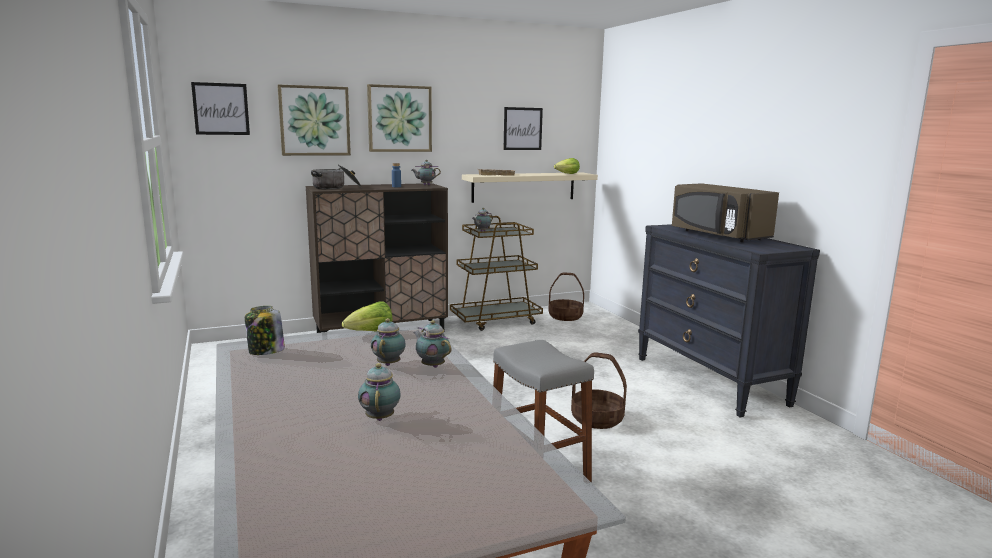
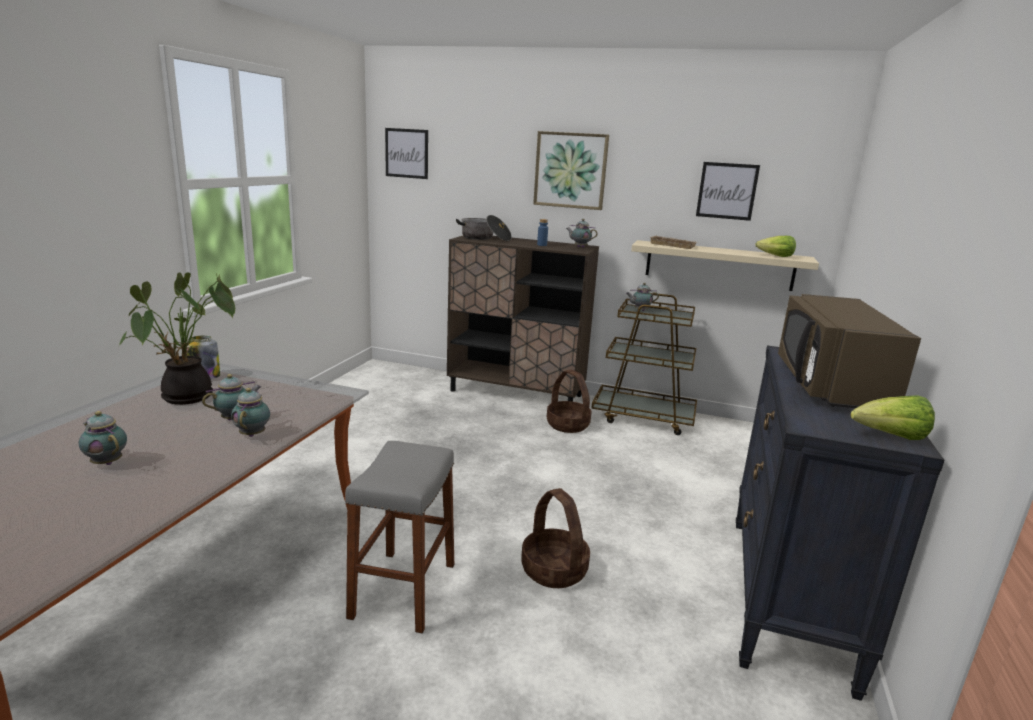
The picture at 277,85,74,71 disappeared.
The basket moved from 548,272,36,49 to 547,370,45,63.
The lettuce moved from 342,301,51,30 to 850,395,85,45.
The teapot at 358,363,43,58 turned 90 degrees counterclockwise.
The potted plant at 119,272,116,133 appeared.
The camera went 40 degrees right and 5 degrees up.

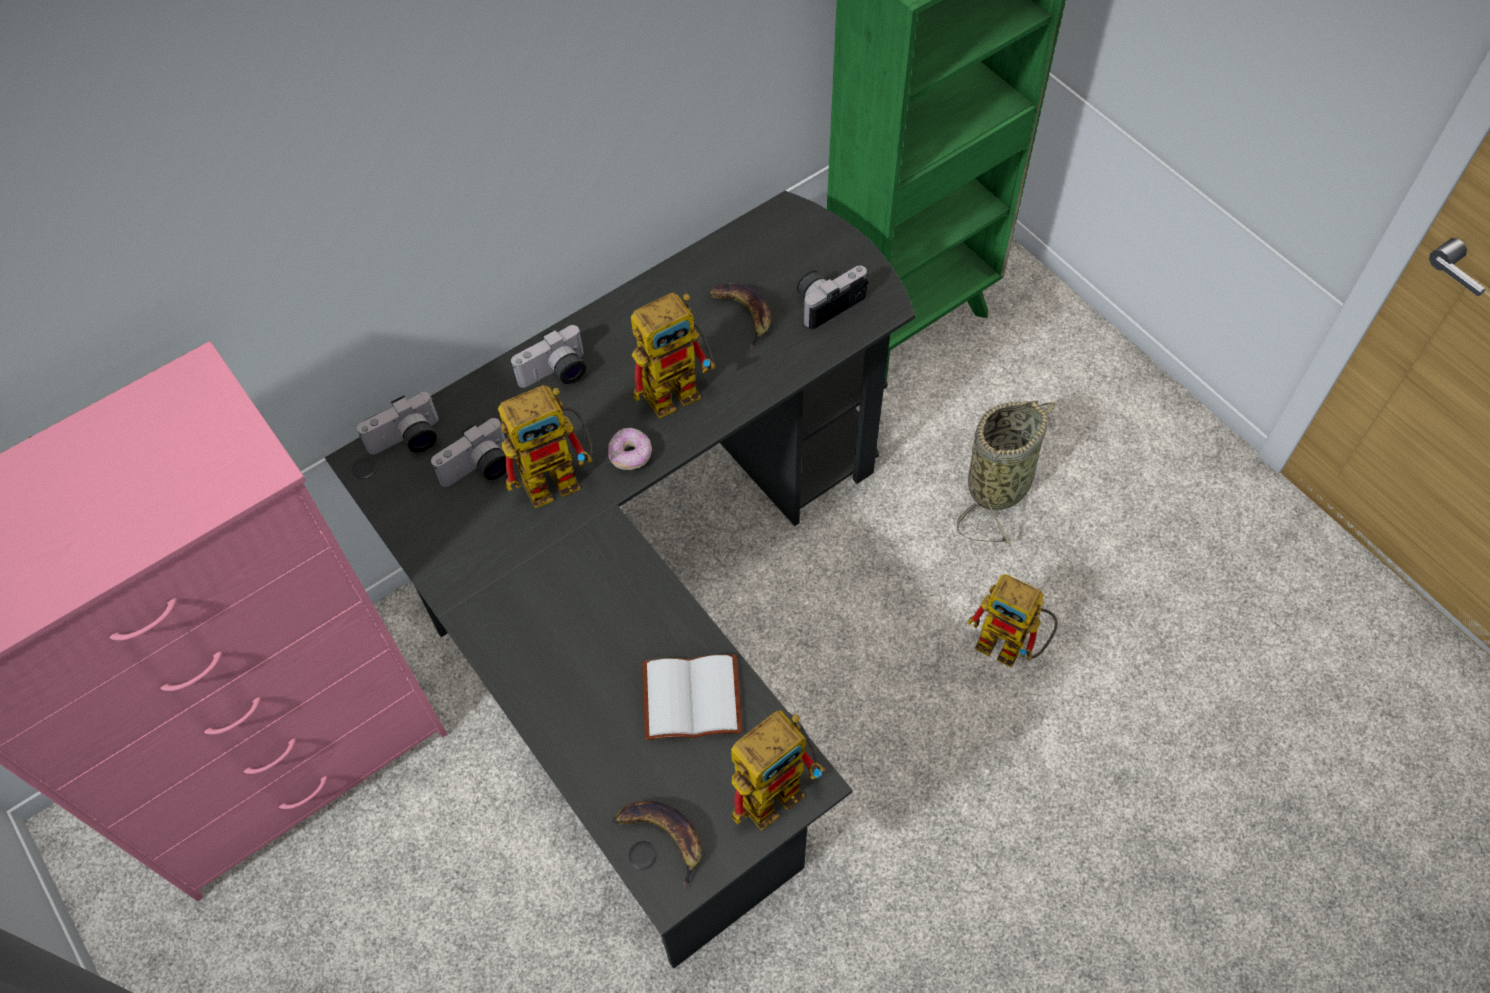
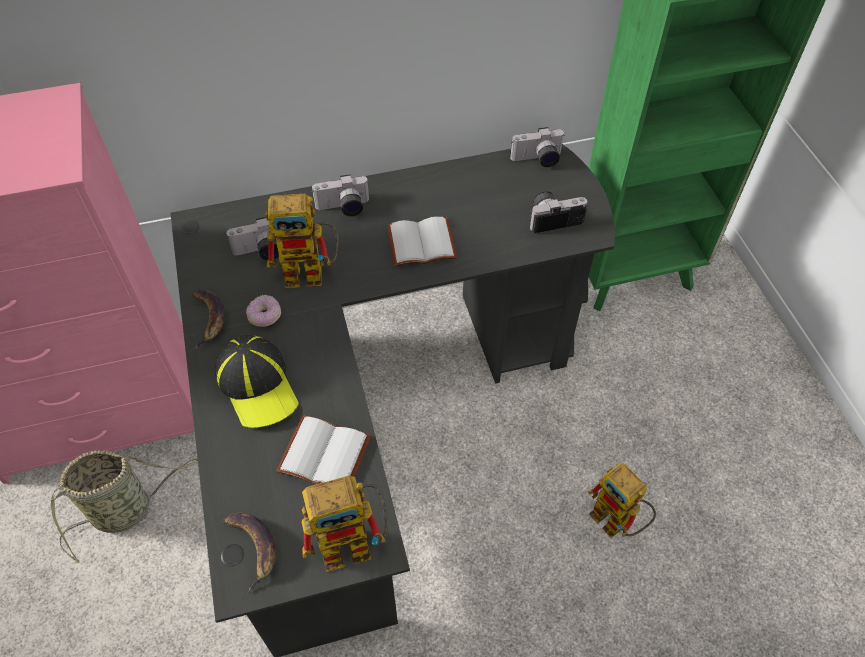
The banana moved from 707,283,64,67 to 192,290,33,59.
The toy robot at 631,292,85,126 was replaced by the book in white at 387,217,70,49.
The photo camera moved from 357,392,81,63 to 510,127,55,40.
The basket moved from 957,400,98,143 to 51,450,147,114.
The donut moved from 608,428,44,42 to 246,295,35,32.
The cap at 215,335,84,93 appeared.
The camera went 20 degrees right and 5 degrees down.

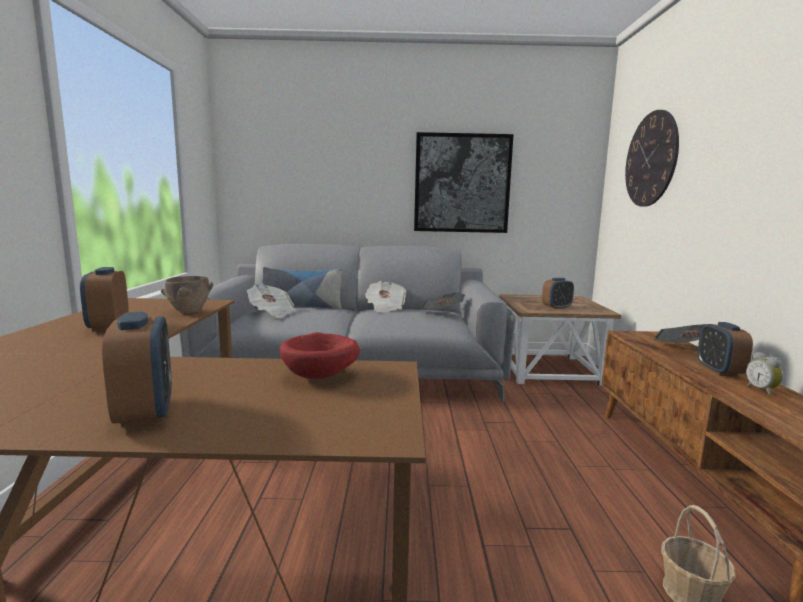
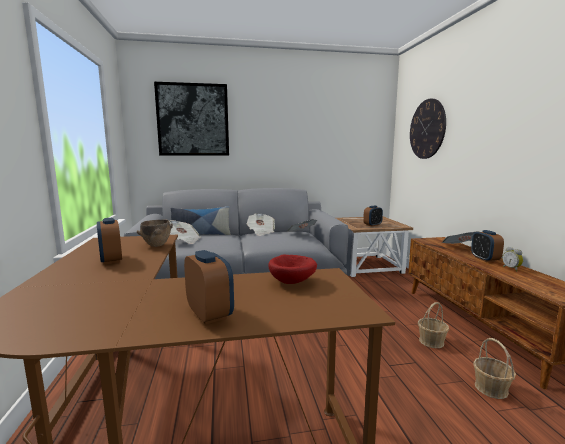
The picture moved from 414,132,100,101 to 154,82,75,74.
The basket at 418,302,31,46 appeared.
The camera went 10 degrees left and 0 degrees up.

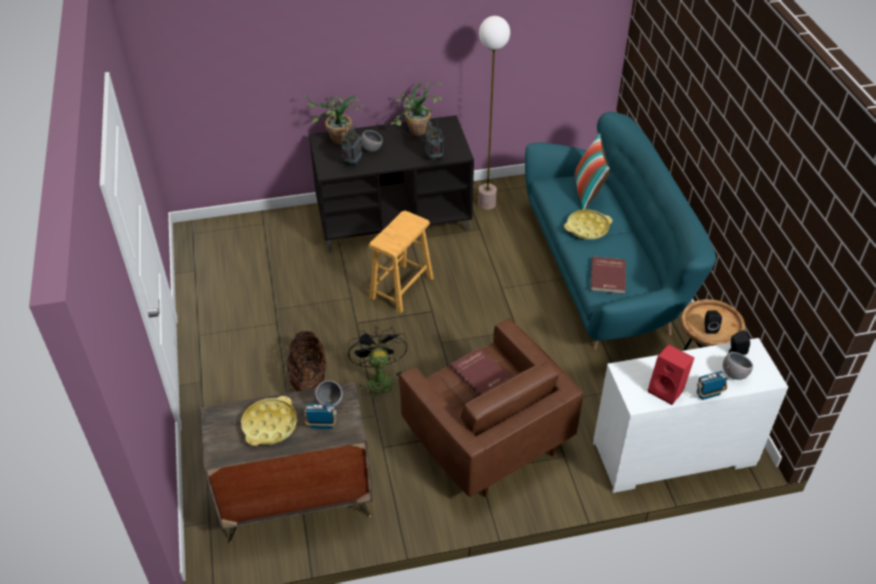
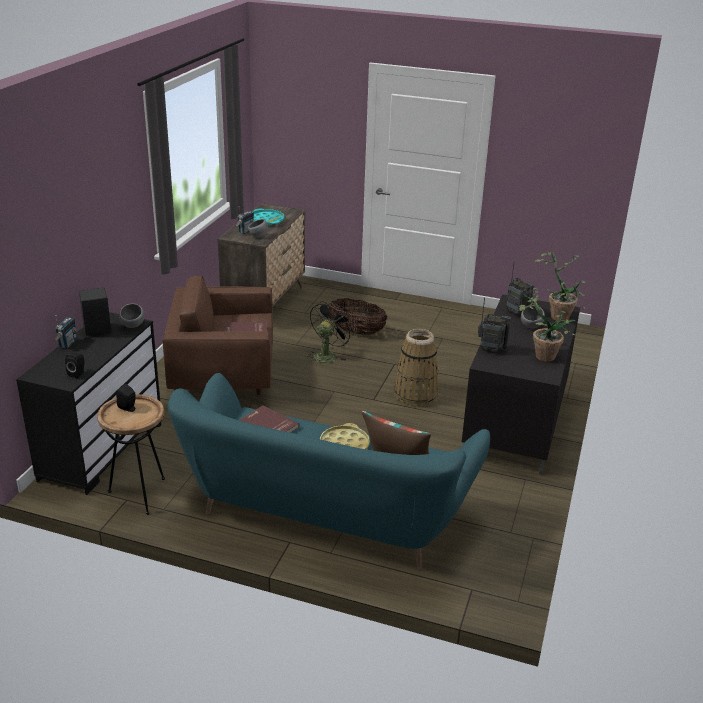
The floor lamp at 478,16,32,194 disappeared.
The stool in brown at 369,211,65,102 was replaced by the basket at 394,329,44,78.
The fan in black at 348,326,59,75 turned 75 degrees counterclockwise.
The dresser in white at 593,338,195,155 became the dresser in black at 16,312,144,183.
The speaker in red at 648,344,46,61 became the speaker in black at 79,288,32,48.
The bowl in grey moved from 723,352,30,28 to 119,303,25,25.
The tray in yellow at 241,396,56,50 became the tray in turquoise at 253,209,31,17.
The camera went 120 degrees right and 15 degrees down.

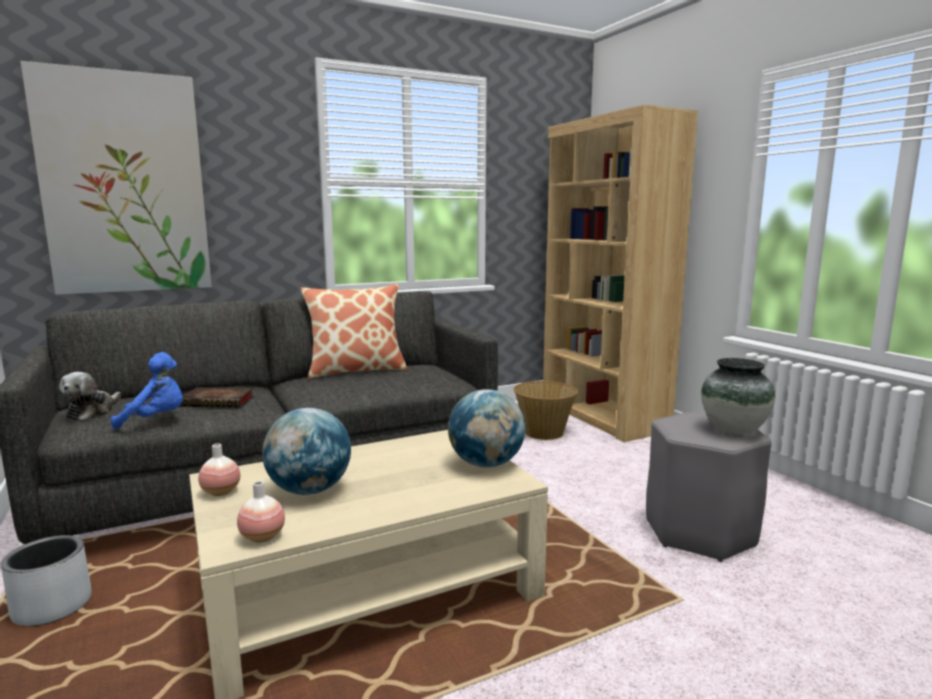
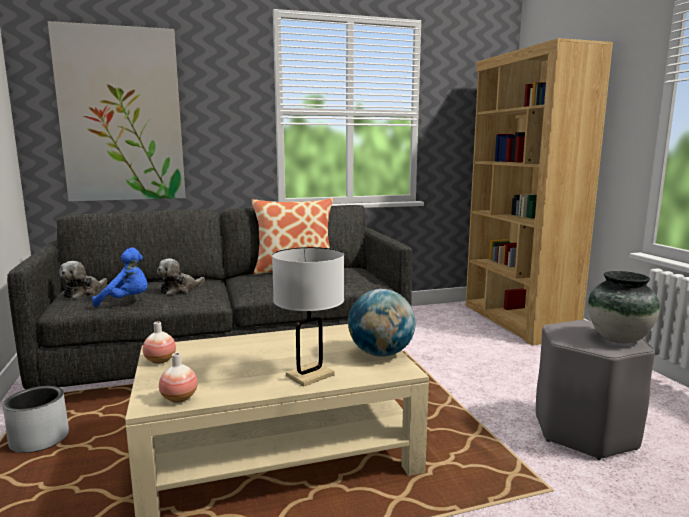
The basket at 513,381,65,59 disappeared.
The book at 179,387,75,21 was replaced by the plush toy at 157,258,48,37.
The globe at 262,408,89,87 disappeared.
The table lamp in white at 272,247,72,139 appeared.
The camera went 10 degrees right and 0 degrees up.

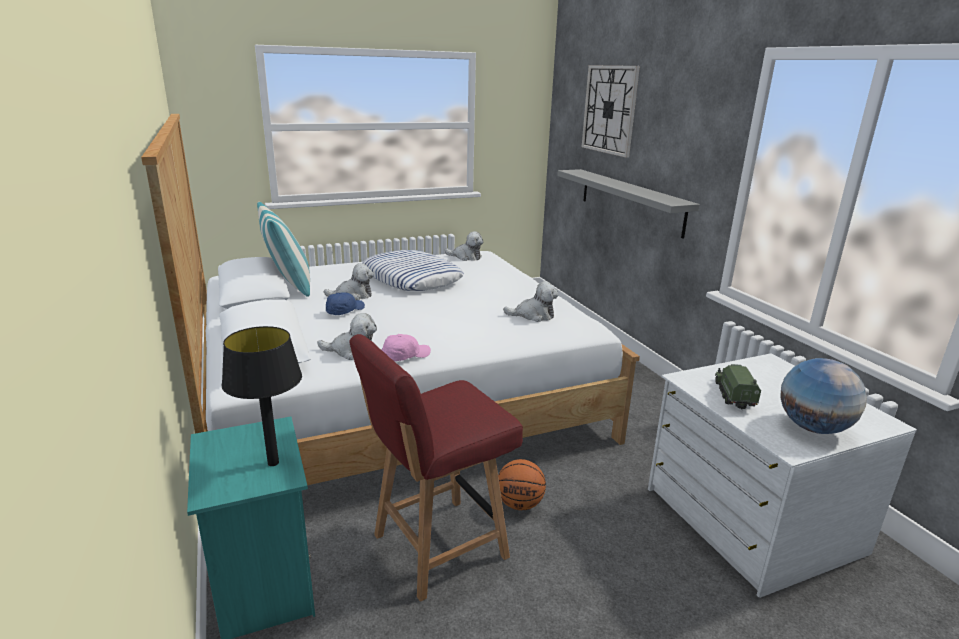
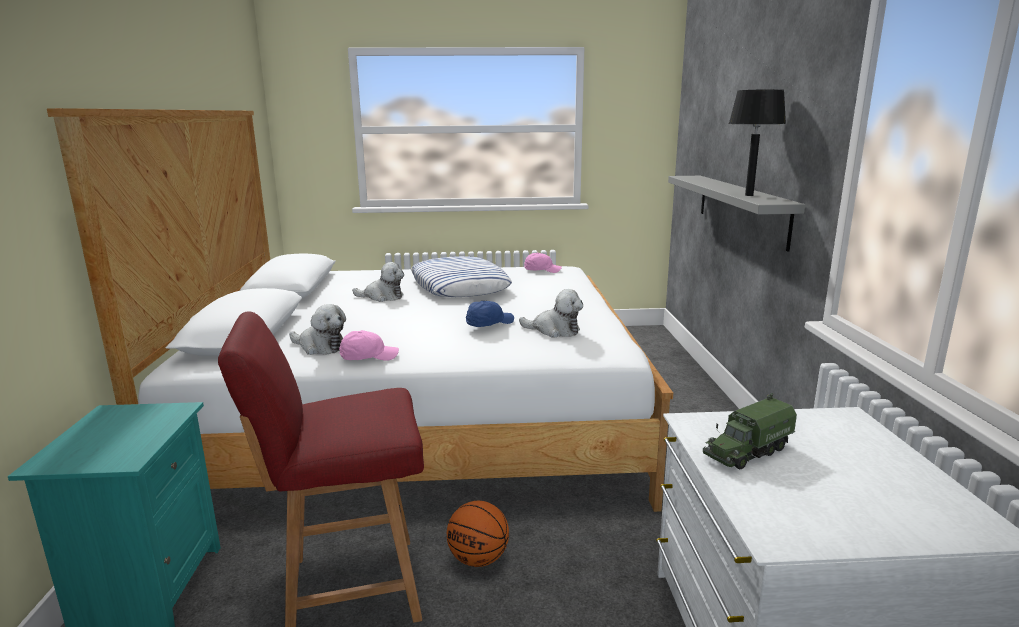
The wall clock at 582,65,58,93 disappeared.
The pillow at 257,202,53,95 disappeared.
The plush toy at 445,231,38,30 was replaced by the cap in pink at 524,253,38,20.
The cap in blue moved from 326,292,39,23 to 466,301,48,26.
The table lamp in black moved from 221,326,81,140 to 729,89,57,107.
The globe at 781,358,86,76 disappeared.
The toy truck at 715,364,46,46 turned 150 degrees counterclockwise.
The camera went 20 degrees right and 5 degrees down.

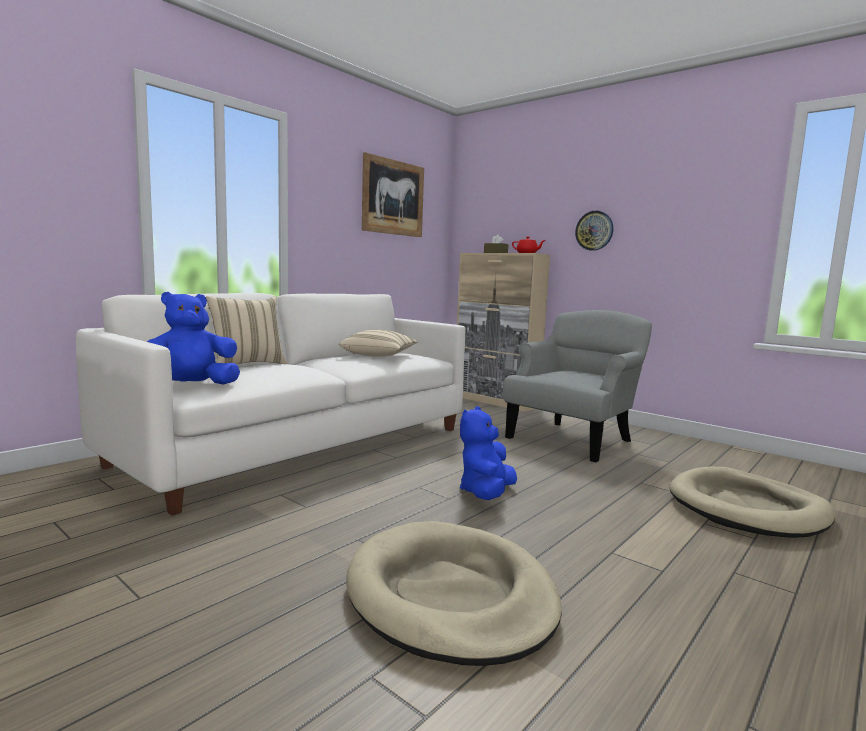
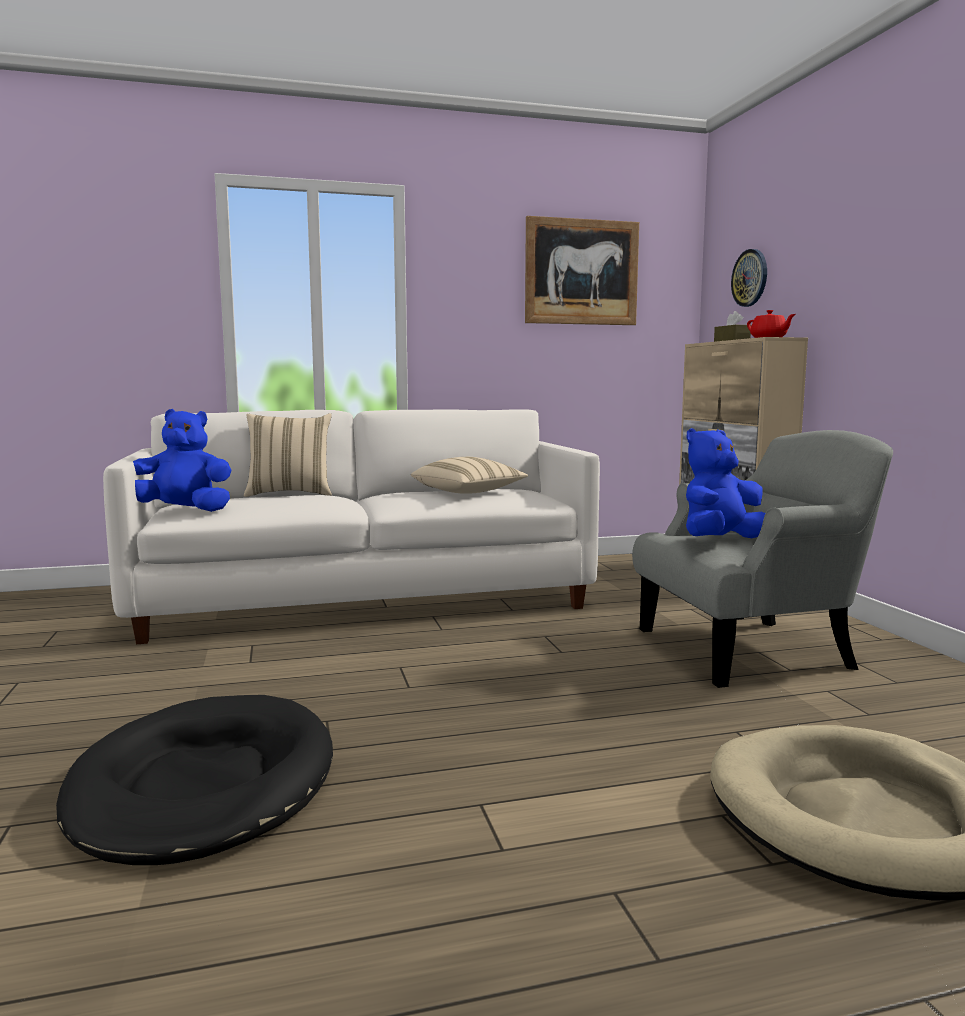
The wall clock moved from 575,211,38,40 to 731,249,36,58.
The plush toy in blue moved from 460,406,57,94 to 686,428,79,110.
The dog bed in beige at 346,521,216,145 became the dog bed in black at 56,695,277,170.
The camera went 35 degrees right and 0 degrees up.

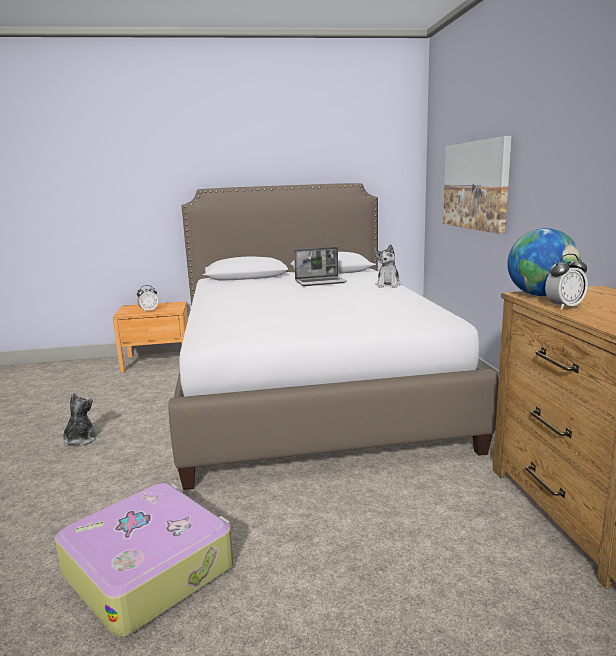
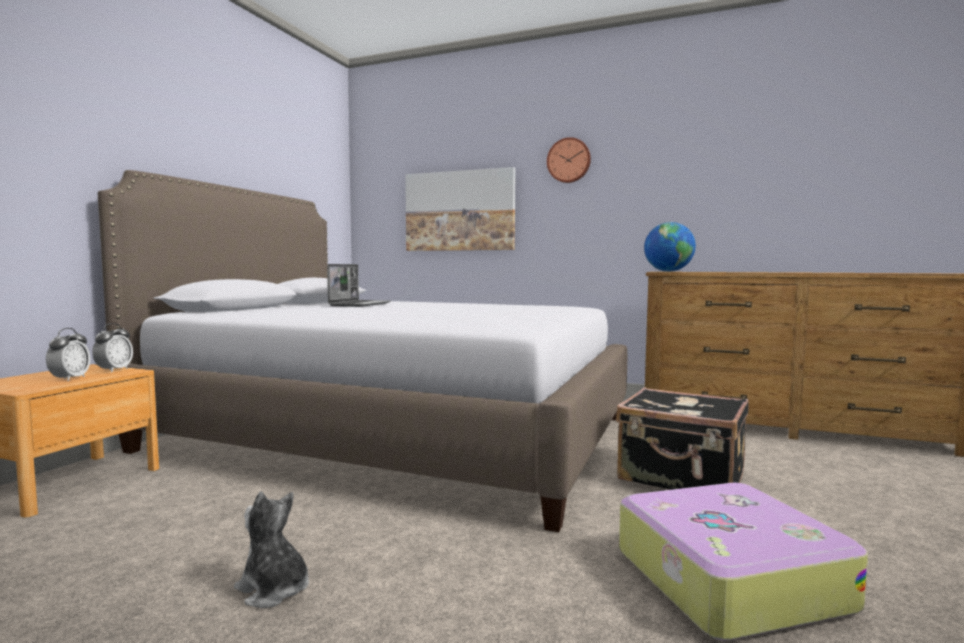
The plush toy at 375,244,26,44 disappeared.
The alarm clock moved from 545,254,43,56 to 92,323,41,49.
The wall clock at 547,137,44,46 appeared.
The suitcase in black at 616,387,133,103 appeared.
The camera went 60 degrees left and 10 degrees down.

